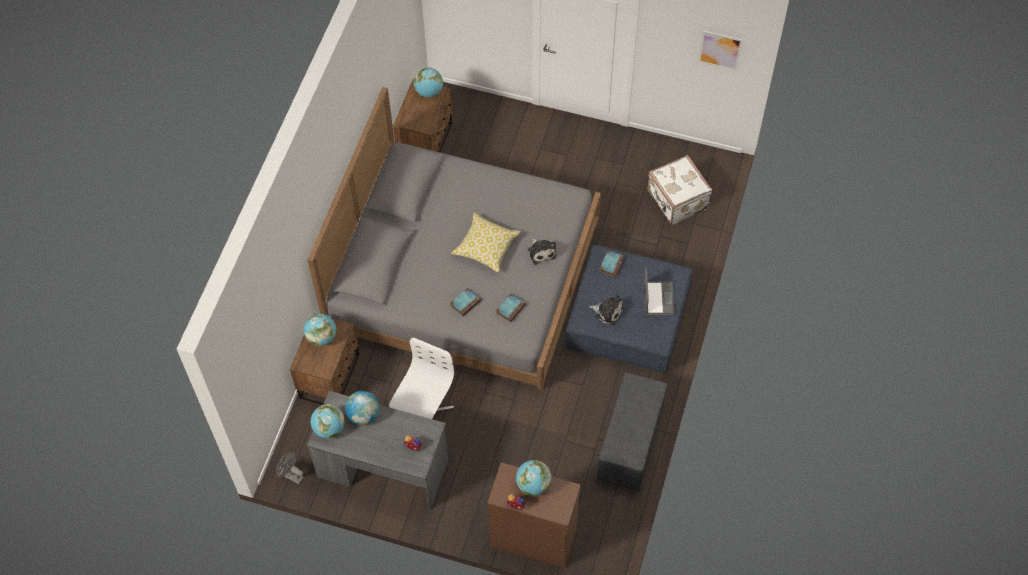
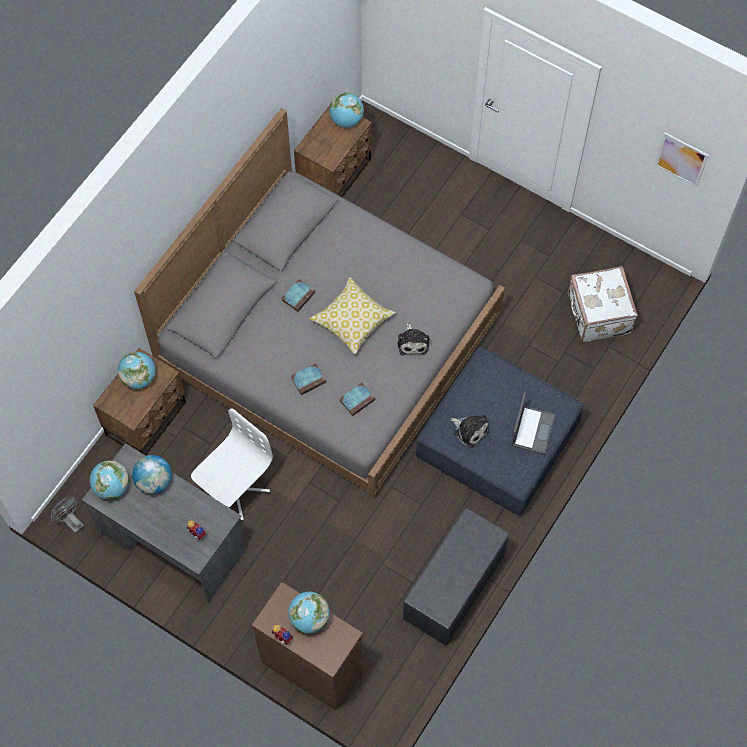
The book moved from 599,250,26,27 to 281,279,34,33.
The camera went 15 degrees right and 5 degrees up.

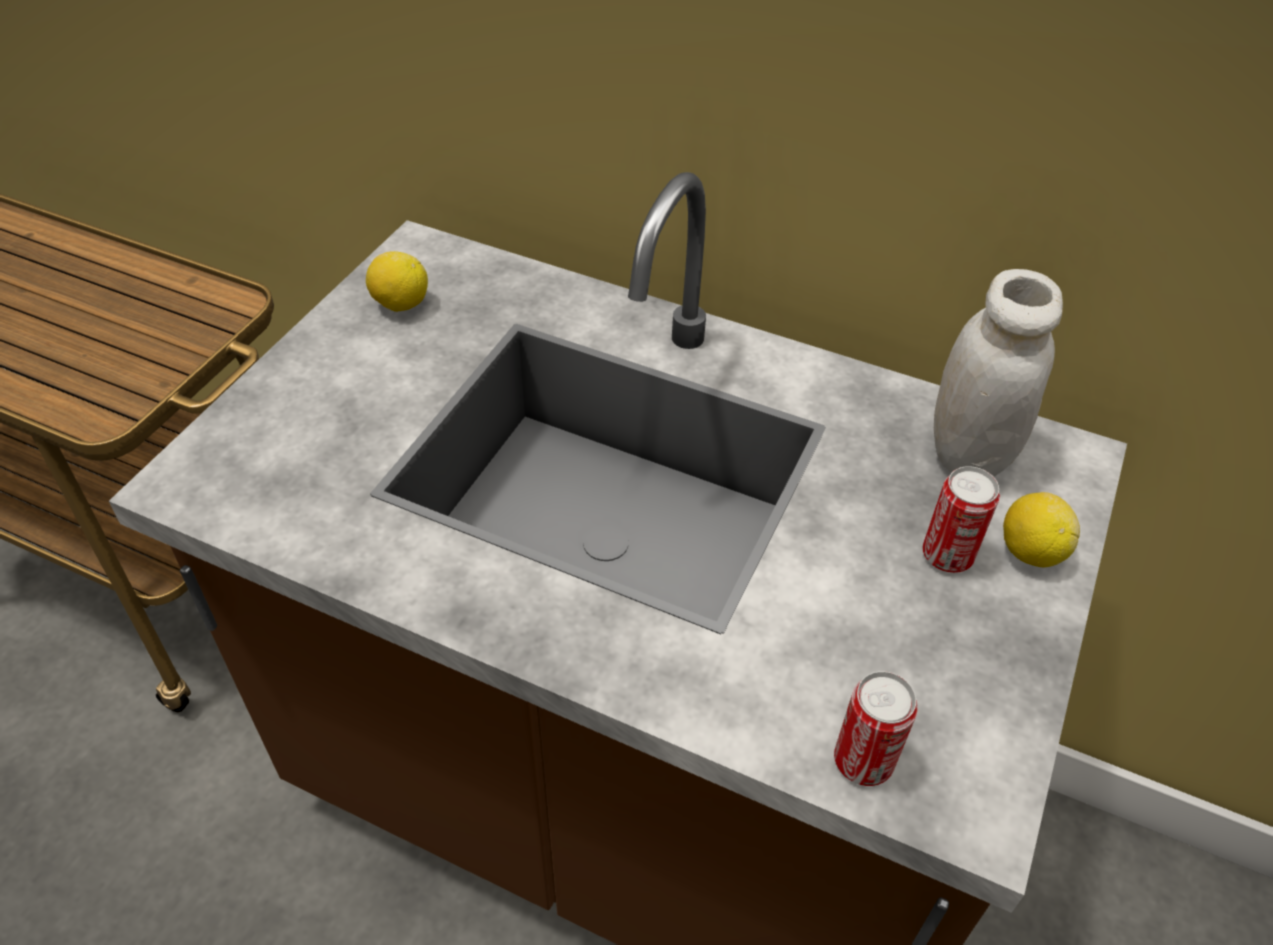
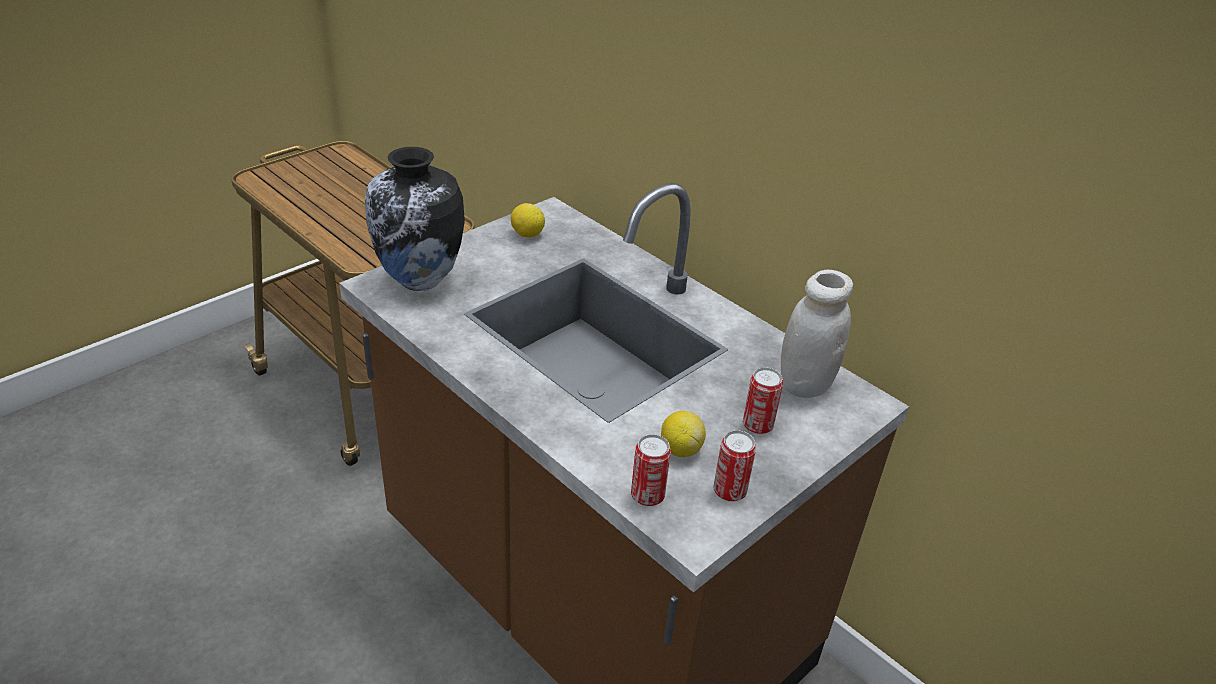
The lemon moved from 1003,492,77,75 to 661,411,45,46.
The vase at 365,147,100,144 appeared.
The can at 714,430,42,72 appeared.
The camera went 20 degrees right and 10 degrees down.

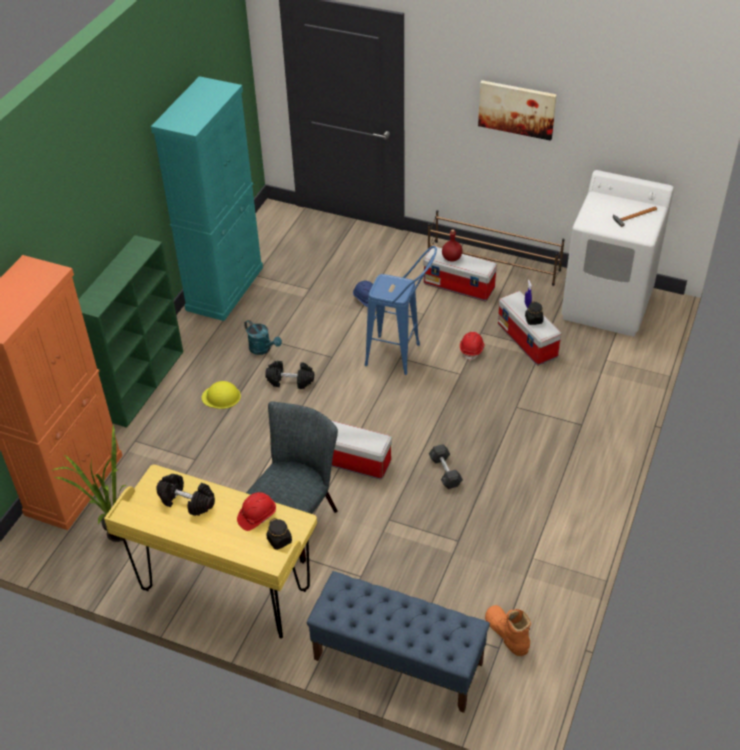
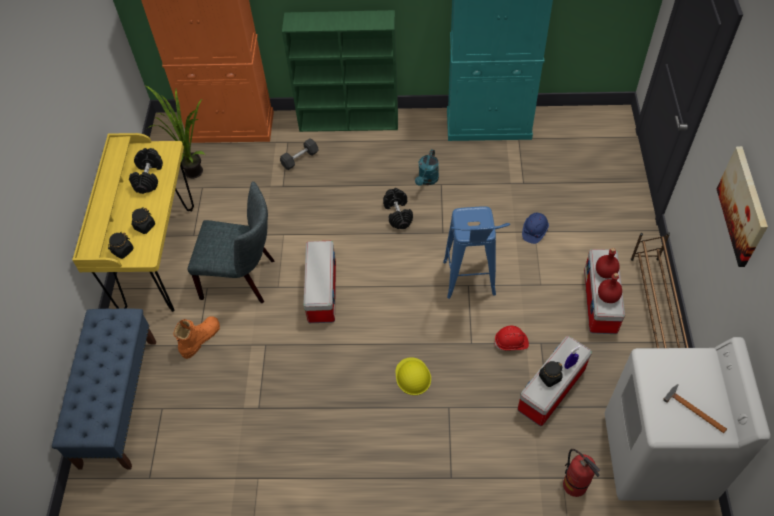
The hard hat in yellow moved from 202,381,39,28 to 395,357,36,38.
The dumbbell in grey moved from 429,444,34,45 to 280,138,38,32.
The hard hat in red at 237,492,39,39 was replaced by the jar in black at 132,207,23,27.
The boot in orange moved from 485,605,46,51 to 174,316,46,43.
The bottle in red at 598,273,24,30 appeared.
The fire extinguisher at 563,449,37,48 appeared.
The camera went 70 degrees right and 10 degrees up.

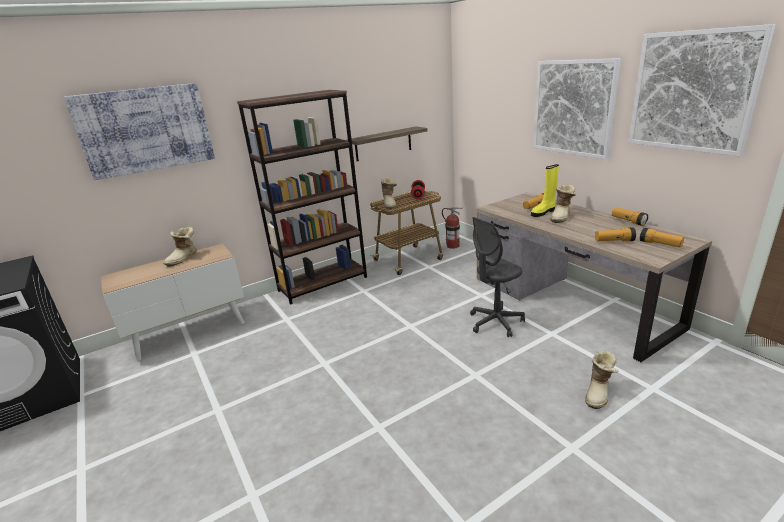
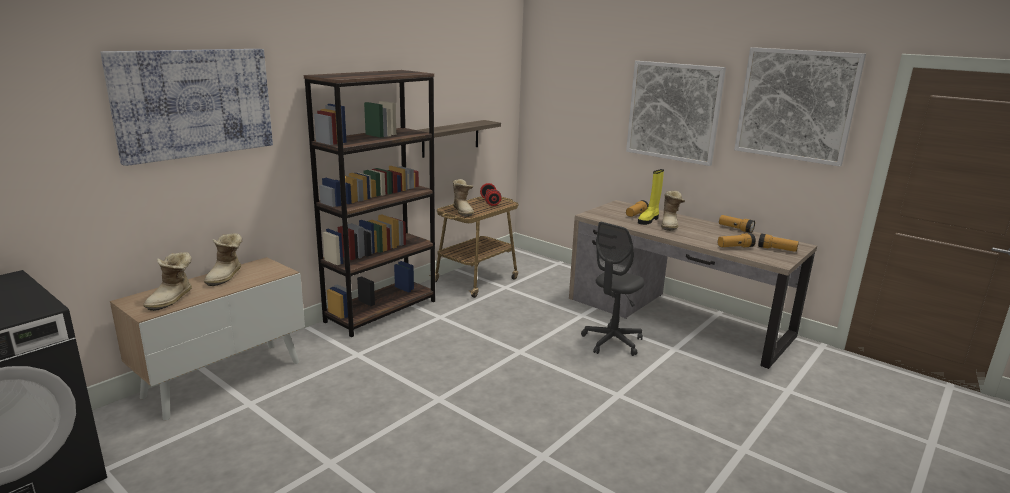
The fire extinguisher at 442,207,22,42 disappeared.
The boot moved from 585,351,34,58 to 143,252,49,59.
The camera went 20 degrees left and 5 degrees down.

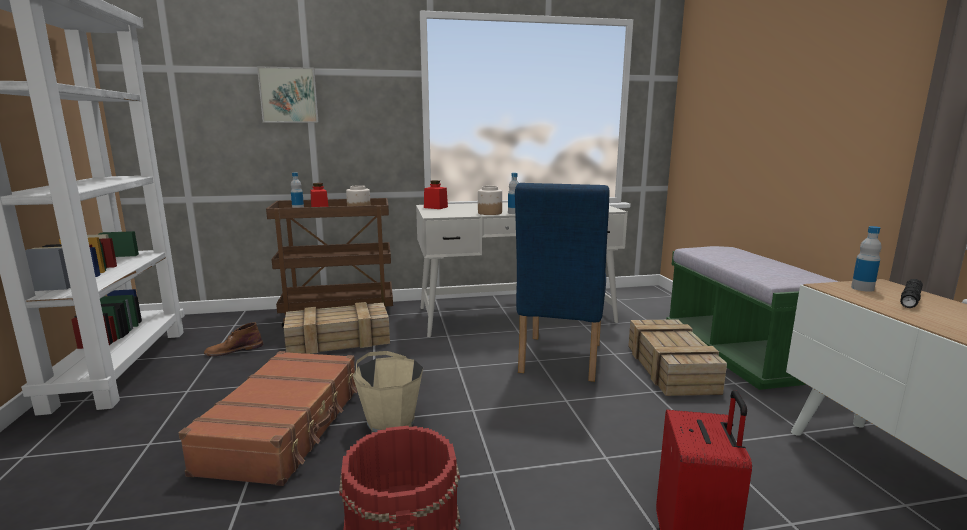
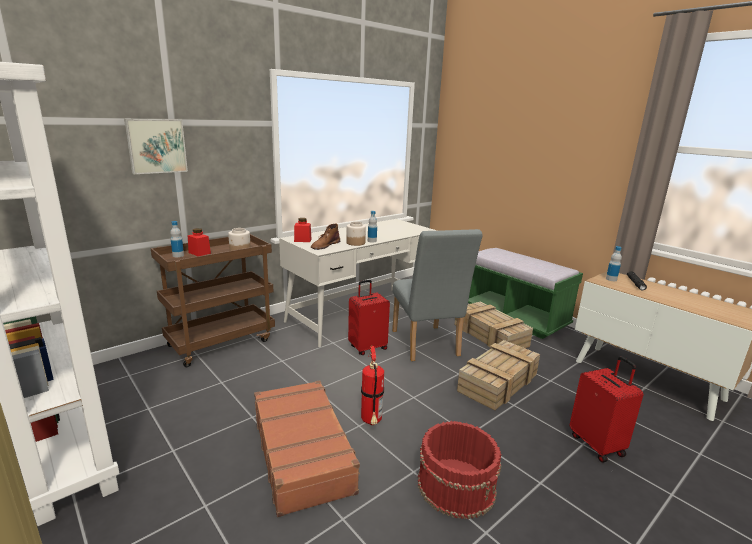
The chair in blue at 515,183,94,199 became the chair in grey at 392,229,91,132.
The crate moved from 284,302,106,52 to 457,340,83,71.
The boot in brown moved from 204,322,59,35 to 311,224,29,26.
The bucket in beige at 353,351,70,81 was replaced by the fire extinguisher at 361,345,23,80.
The suitcase in red at 348,280,42,75 appeared.
The camera went 30 degrees left and 5 degrees up.

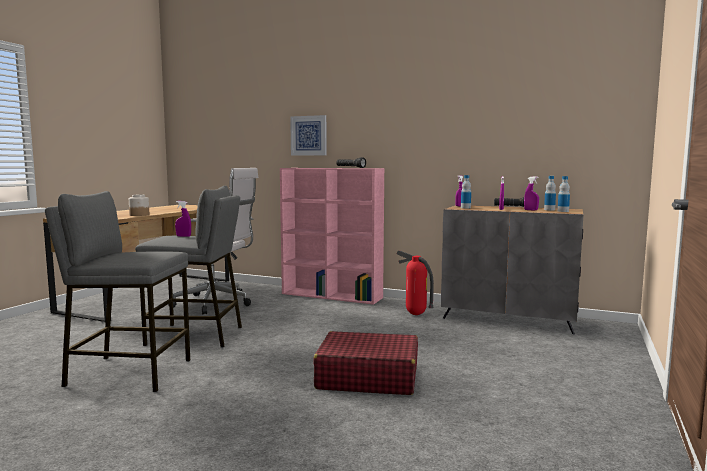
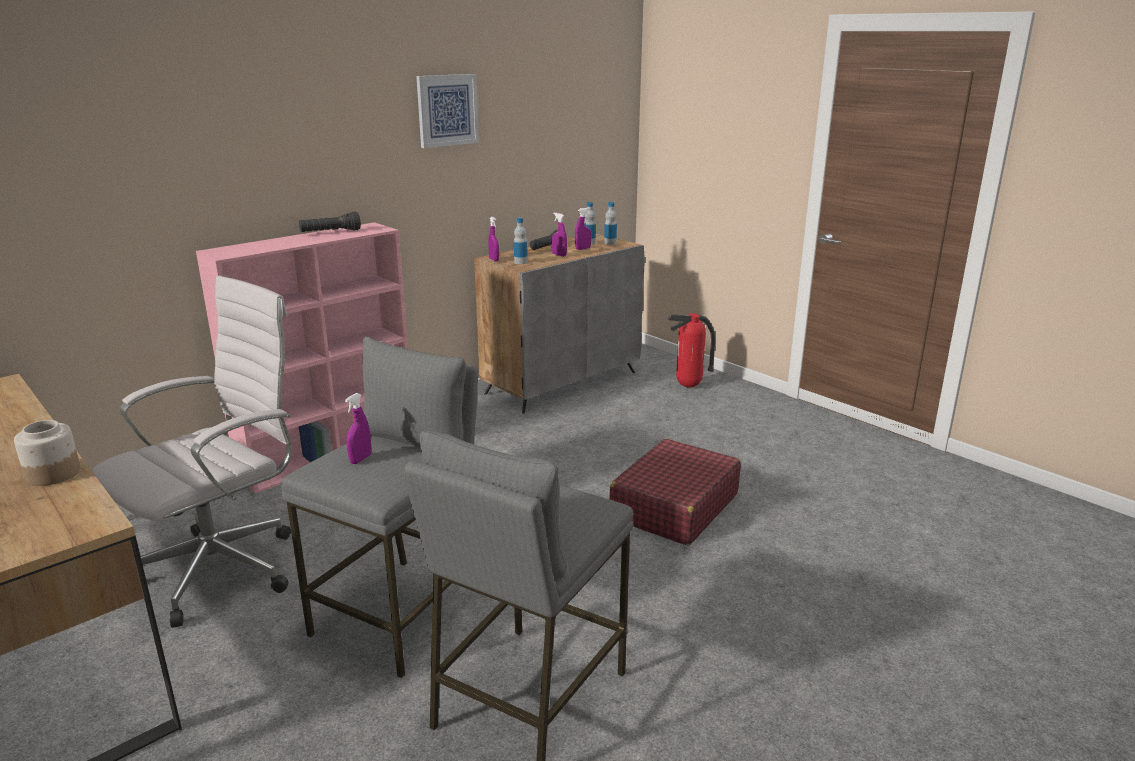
The picture moved from 290,115,37,41 to 416,74,63,74.
The fire extinguisher moved from 397,250,37,65 to 668,313,47,75.
The camera went 65 degrees left and 15 degrees up.

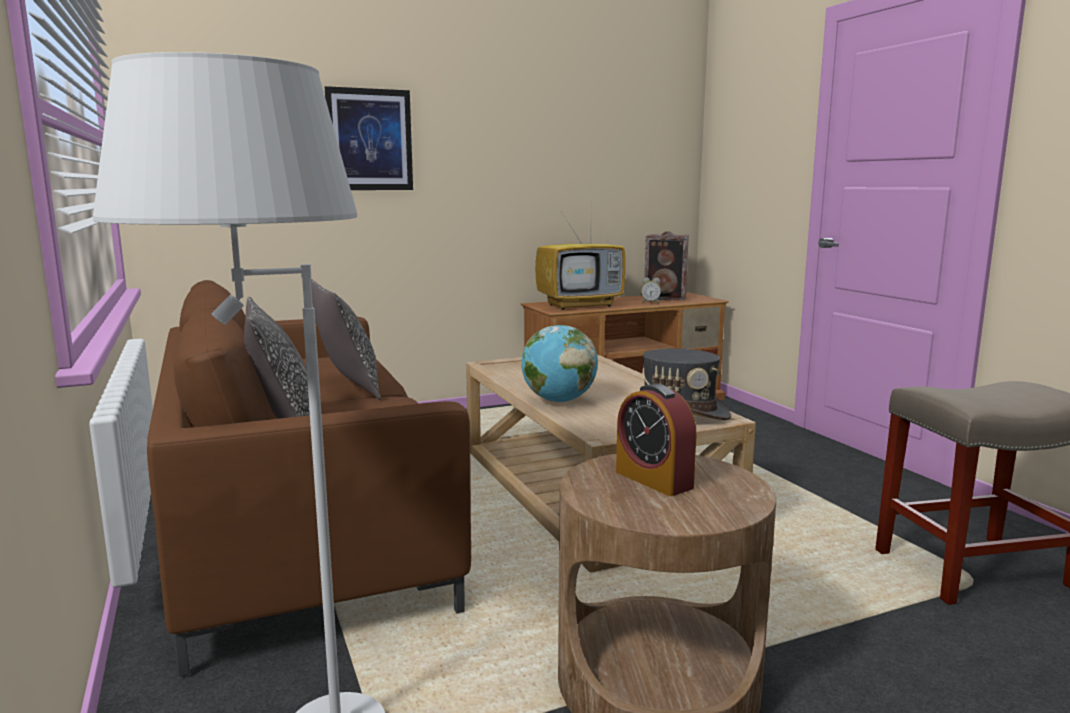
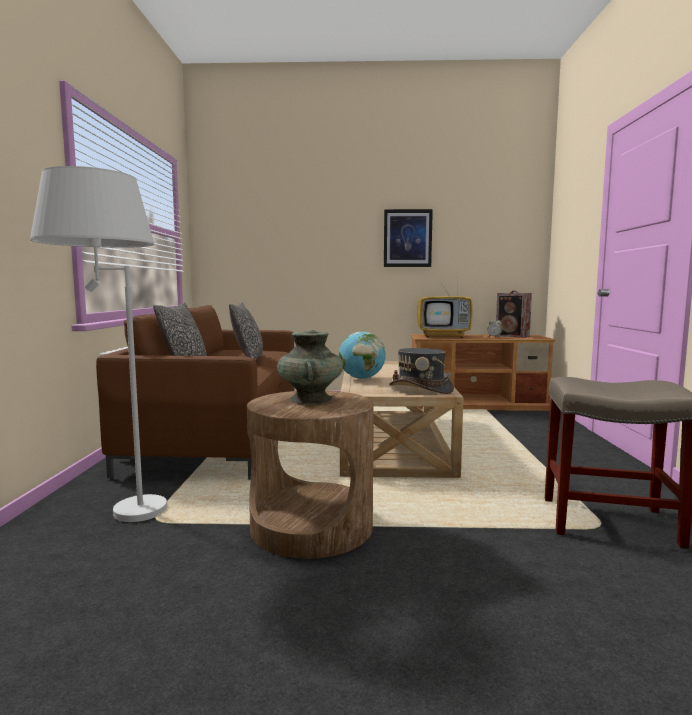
The picture moved from 325,86,88,104 to 384,209,49,58.
The alarm clock at 616,384,81,112 was replaced by the vase in turquoise at 277,330,66,75.
The camera went 25 degrees right and 5 degrees down.

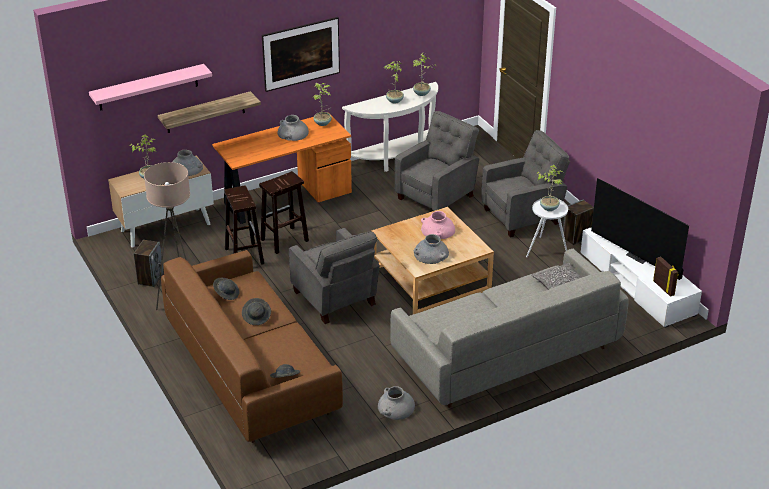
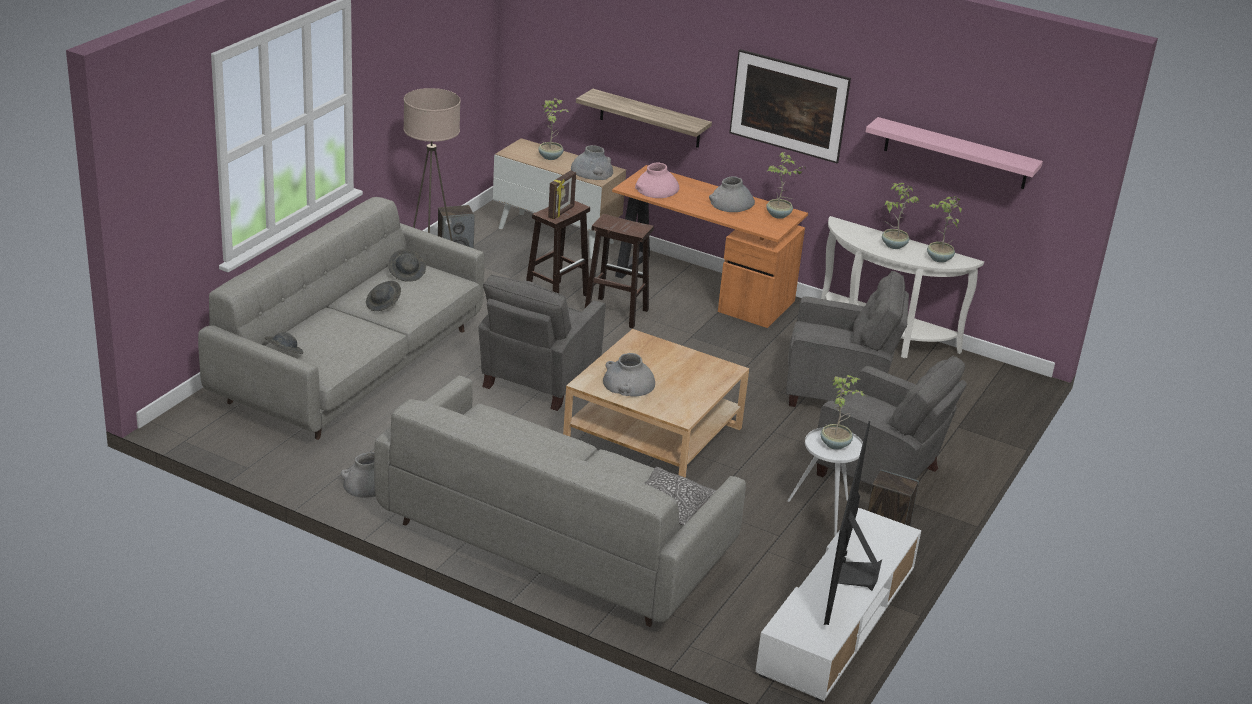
The shelf in pink moved from 89,64,123,47 to 866,117,177,72.
The vase in pink moved from 421,211,34,28 to 635,162,44,36.
The sofa in brown at 161,250,182,193 became the sofa in grey at 198,197,287,243.
The picture frame moved from 653,257,26,40 to 548,170,28,49.
The camera went 55 degrees right and 5 degrees down.

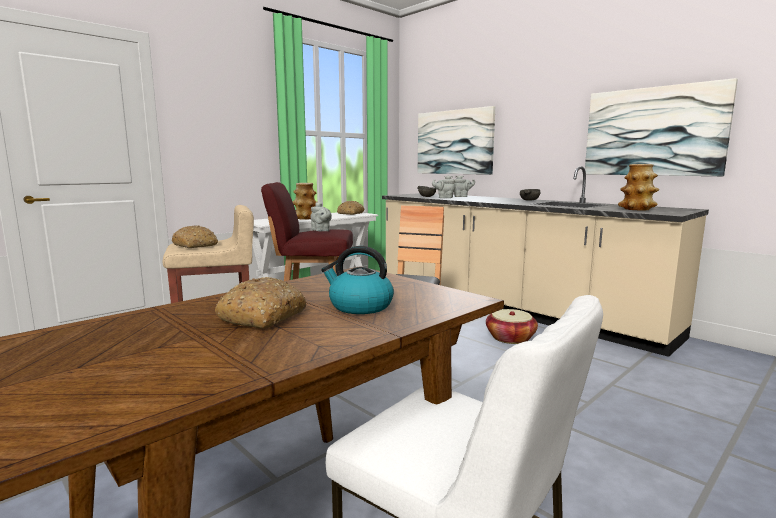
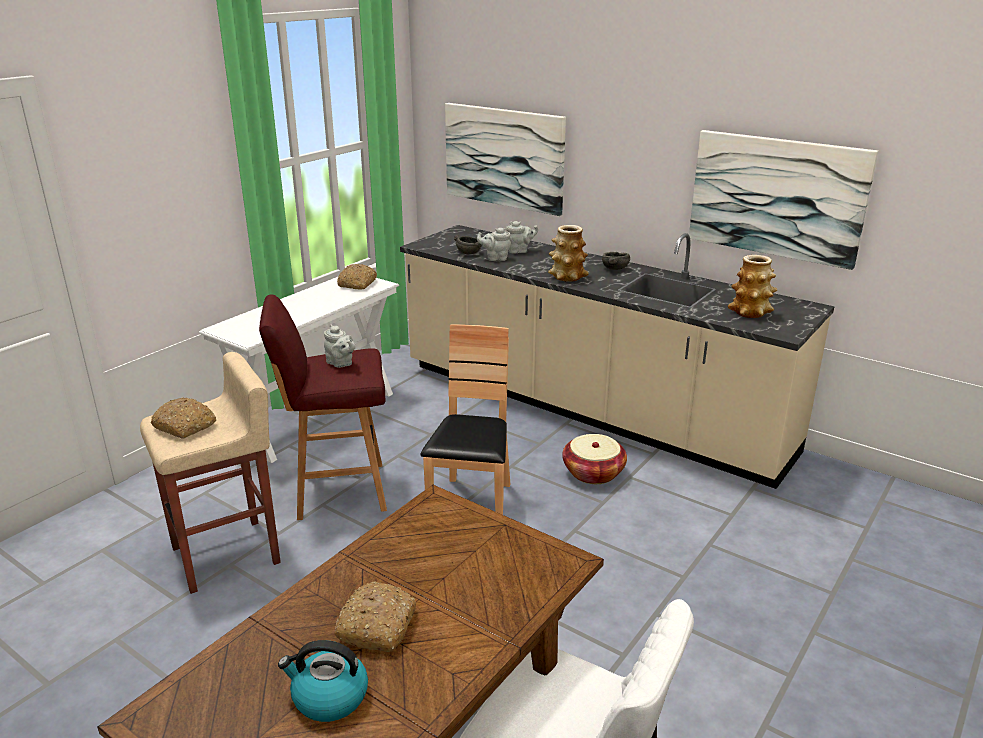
The vase moved from 292,183,25,37 to 548,225,41,57.
The kettle moved from 321,246,73,68 to 278,640,90,82.
The camera went 10 degrees left and 15 degrees up.

